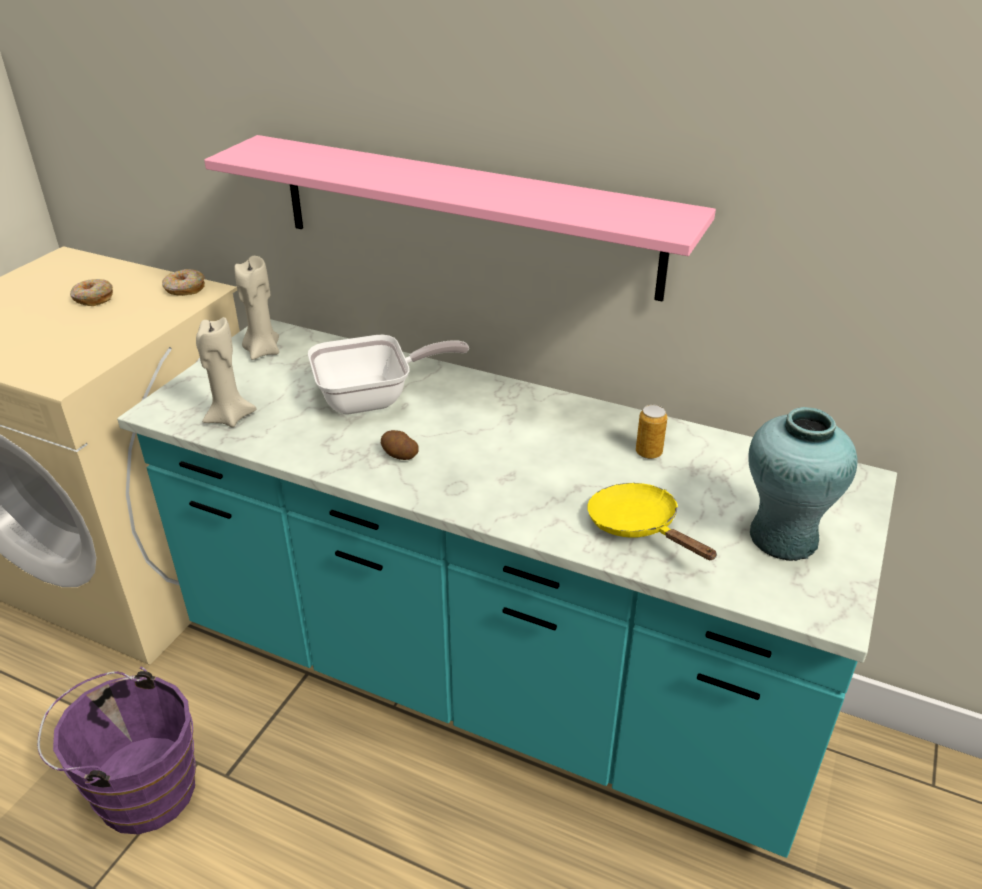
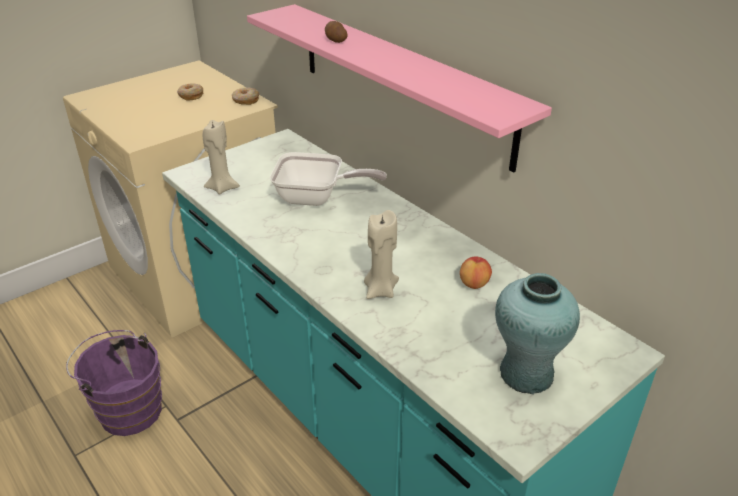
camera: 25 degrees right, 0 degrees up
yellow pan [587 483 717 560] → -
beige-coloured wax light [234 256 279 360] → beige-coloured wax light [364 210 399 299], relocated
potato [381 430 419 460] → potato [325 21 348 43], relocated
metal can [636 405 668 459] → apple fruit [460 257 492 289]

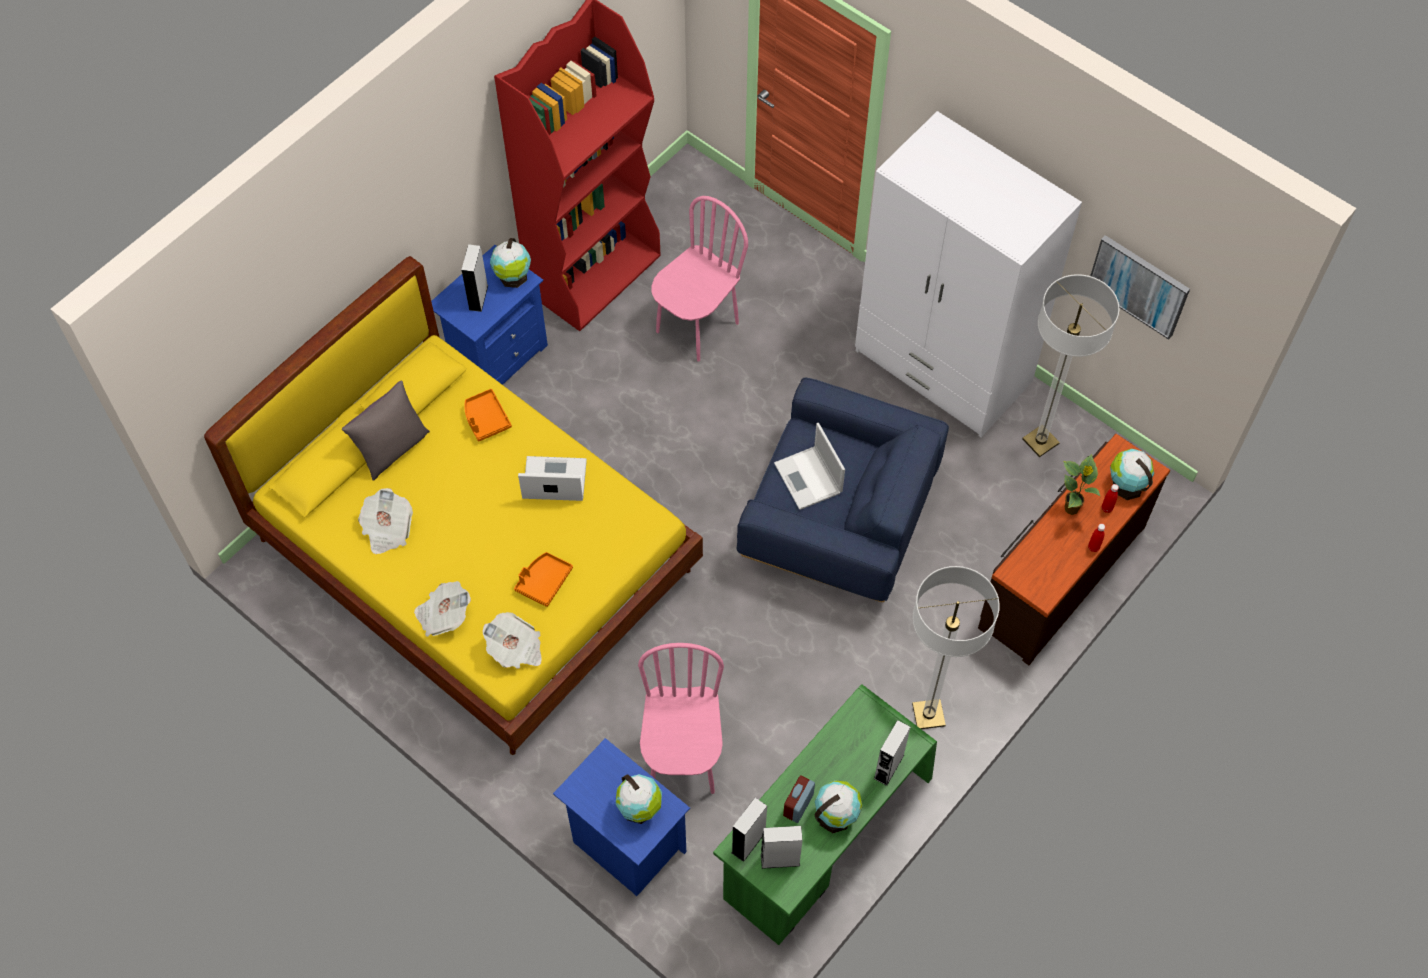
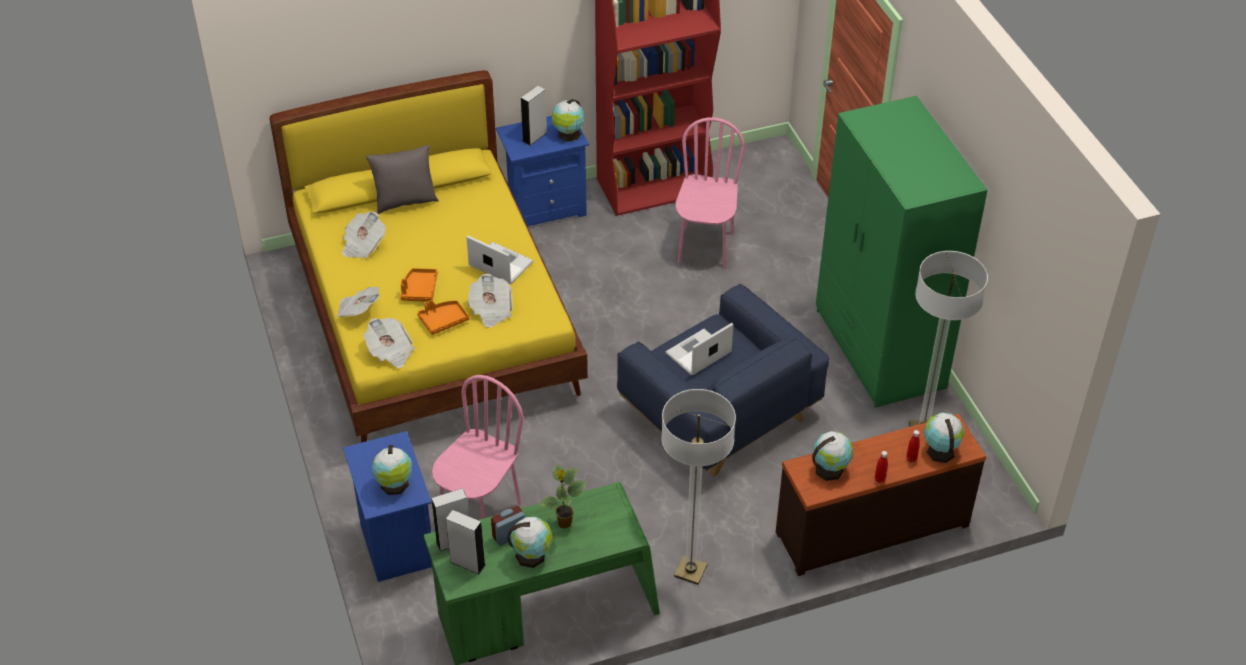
camera: 30 degrees right, 15 degrees down
grey speaker [874 720 911 786] → -
picture [1090 235 1190 340] → -
- → newspaper [468 274 513 328]
- → desk globe [812 431 854 481]
orange tray [464 389 512 441] → orange tray [400 268 437 302], relocated
houseplant [1063 454 1100 515] → houseplant [538 465 587 529], relocated
whitish clothes cupboard [855 111 1082 437] → green clothes cupboard [816 96 988 408]
pink plain chair [652 196 748 362] → pink plain chair [676 117 745 268], 60 degrees counterclockwise
laptop [774 423 845 510] → laptop [666 323 733 375], 45 degrees clockwise

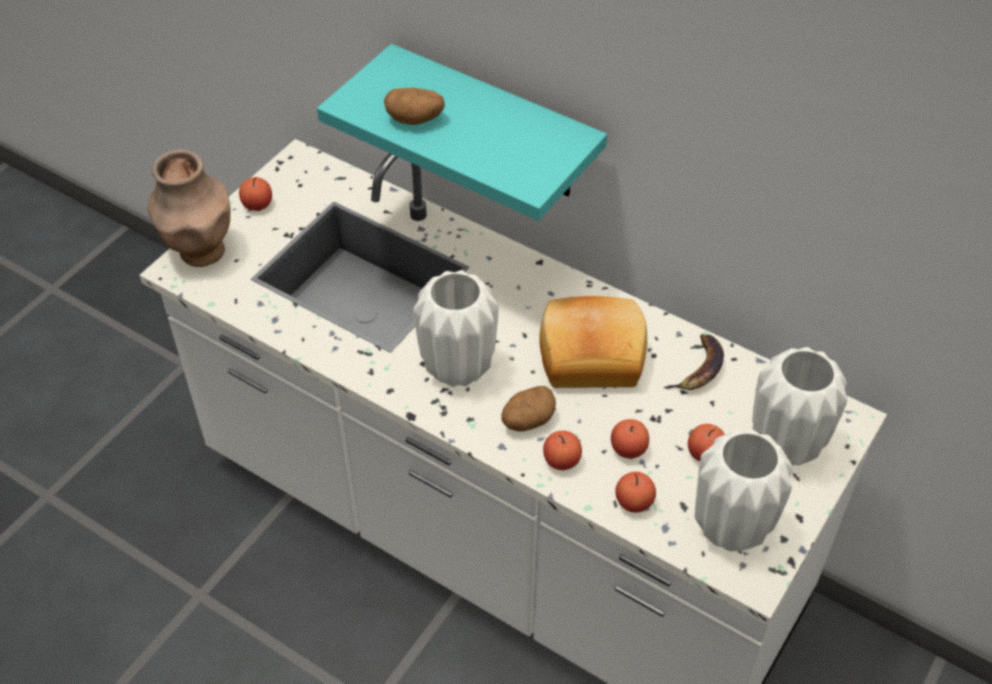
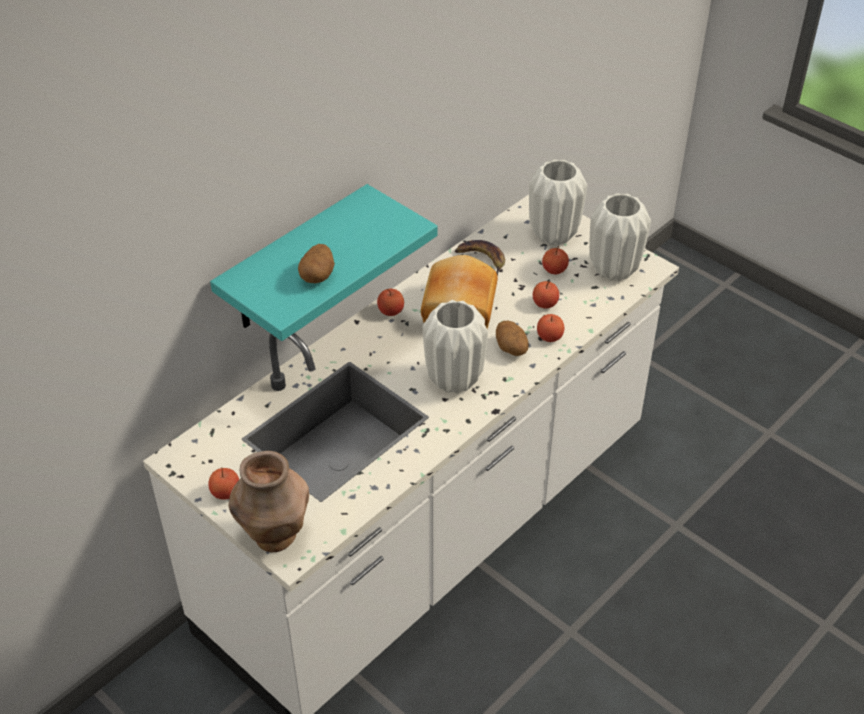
camera: 80 degrees left, 5 degrees down
apple fruit [615 472 656 513] → apple fruit [377 289 404 316], relocated

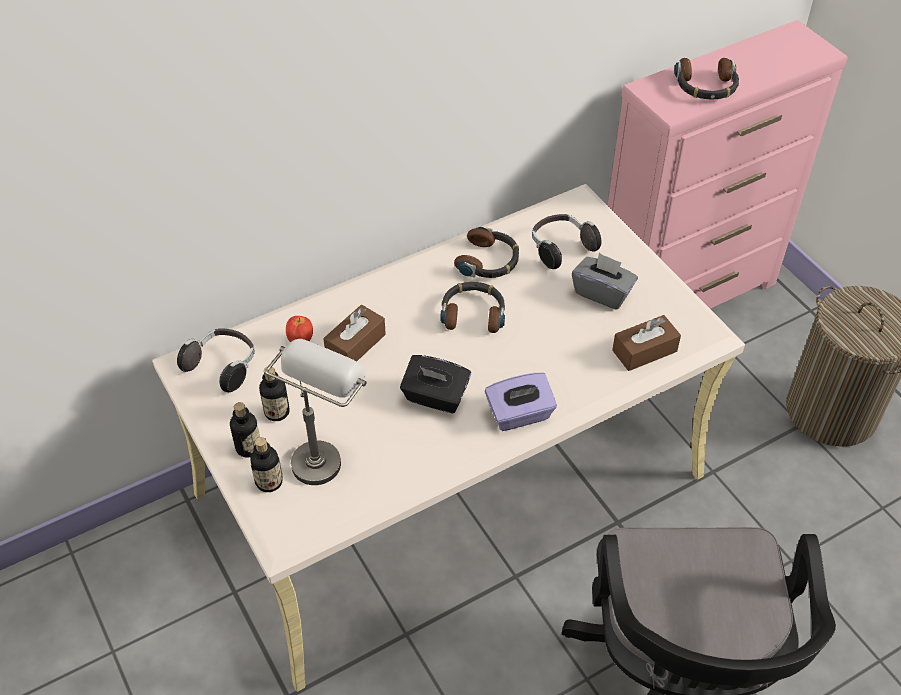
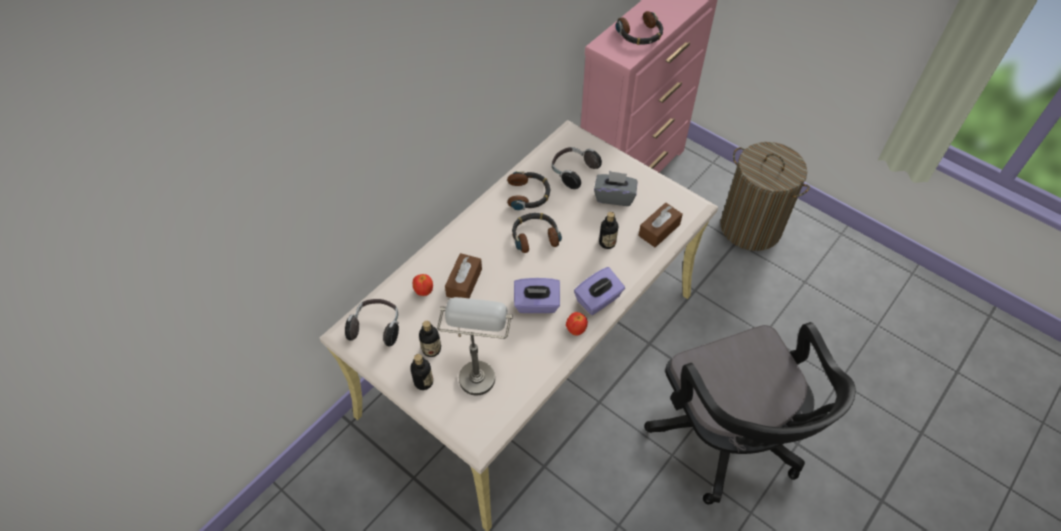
camera: 20 degrees left, 5 degrees up
- → apple fruit [566 312 588 335]
beverage bottle [250 437 282 492] → beverage bottle [599 212 618 249], relocated
black tissue holder [400 355 471 413] → purplish tissue holder [514 278 560 313]

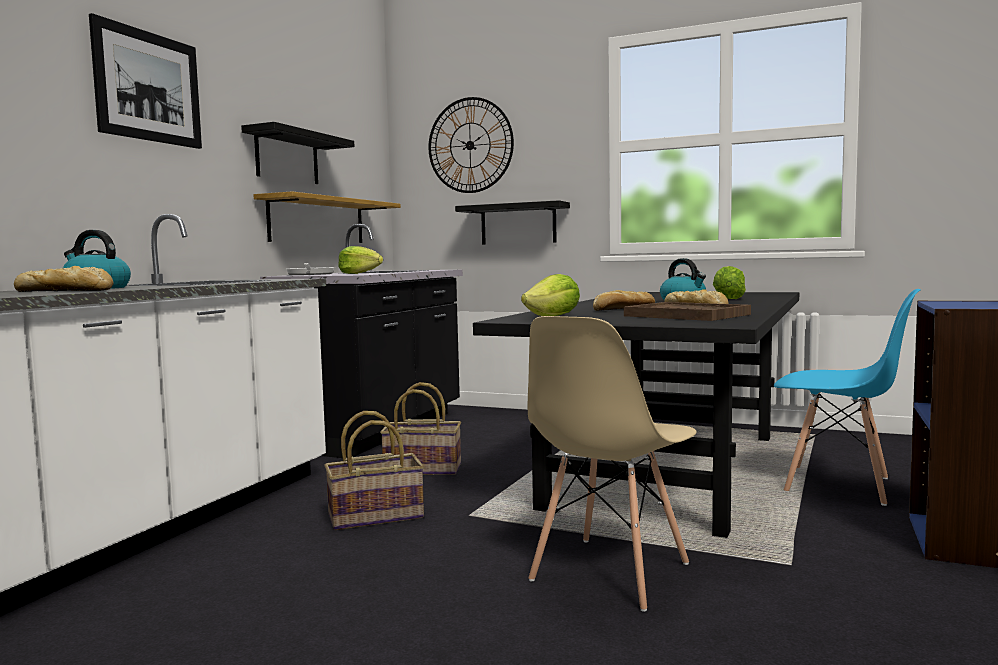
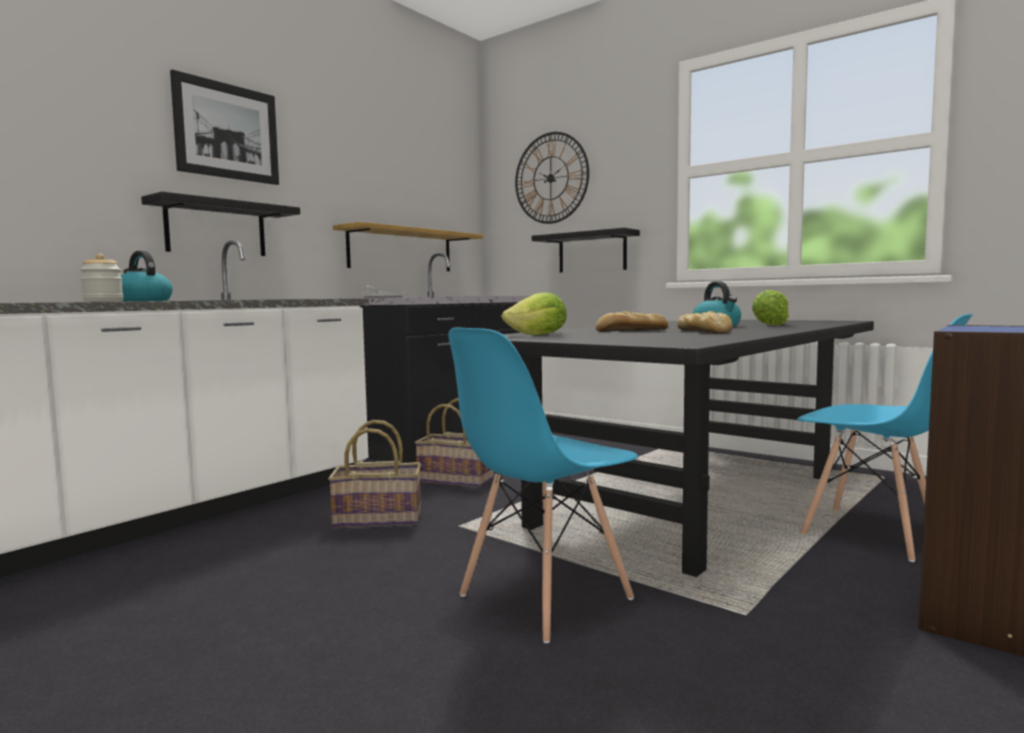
camera: 15 degrees right, 0 degrees up
head of lettuce [338 246 383 274] → -
brown-coloured tray [624 302 751 321] → -
black wall shelf [241 122 355 184] → black wall shelf [141 191 300 256], relocated
bakery bread [14 266 113 292] → jar [80 254 124 302]
beige-coloured plain chair [528 316 697 612] → bluish plain chair [448 328 638 643]

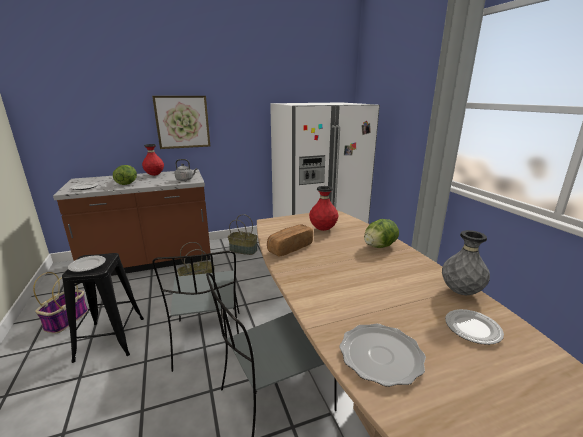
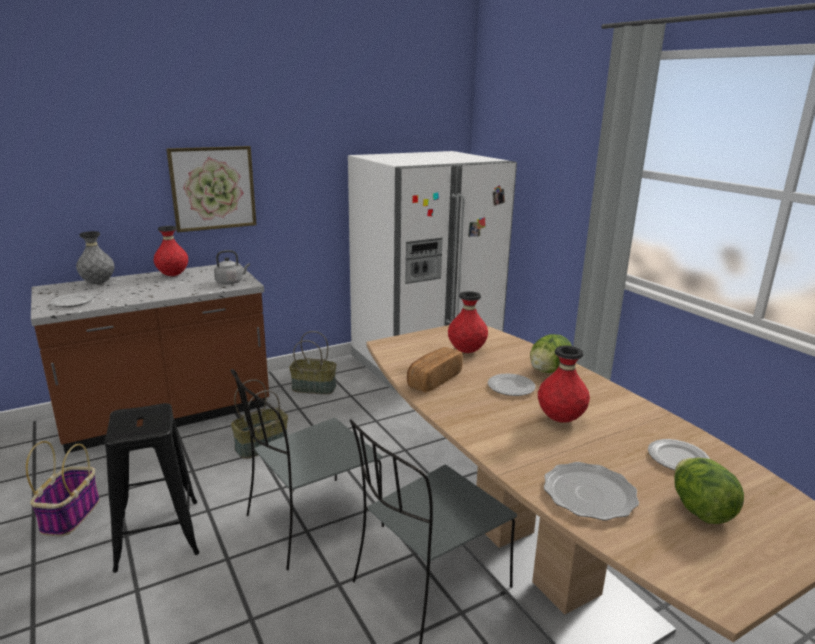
camera: 10 degrees left, 0 degrees up
- → red-coloured vase [538 346 590 423]
plate [68 256 106 272] → plate [488 374 536 396], relocated
head of lettuce [113 165 137 185] → head of lettuce [674 457 744 524], relocated
grey vase [442 230 490 295] → grey vase [76 231 114 284], relocated
grey plain chair [152 251 239 372] → grey plain chair [231 369 384 570], 75 degrees clockwise

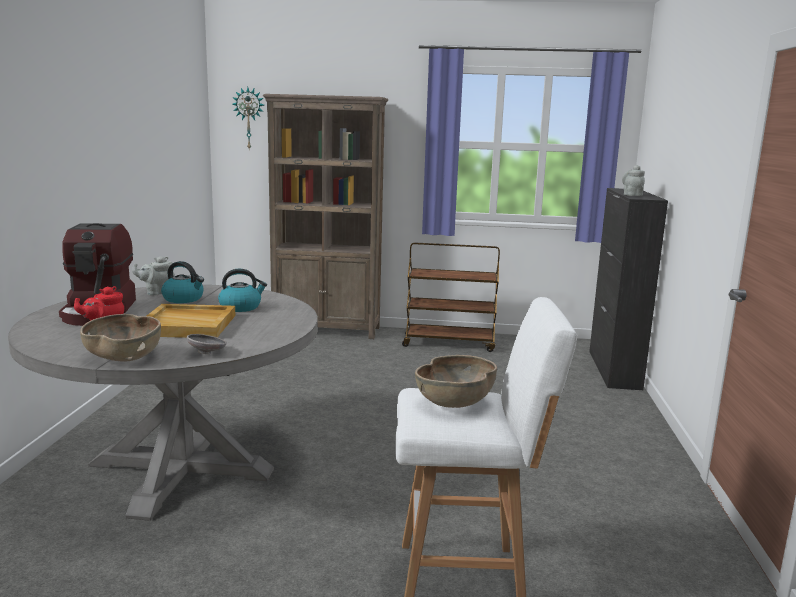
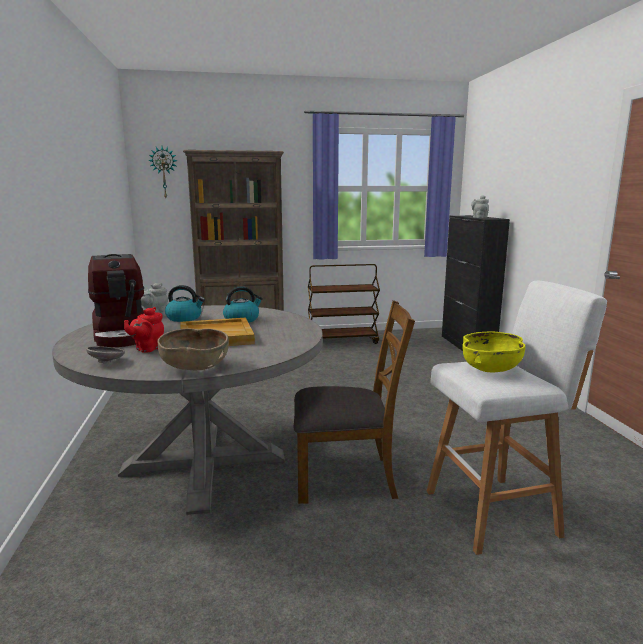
camera: 15 degrees left, 0 degrees up
- → brown-coloured plain chair [294 300 415 504]
grey deep dish [187 334 227 354] → grey deep dish [86 346 125 363], relocated
brown-coloured deep dish [415 355 497 408] → yellow deep dish [463 332 526 373]

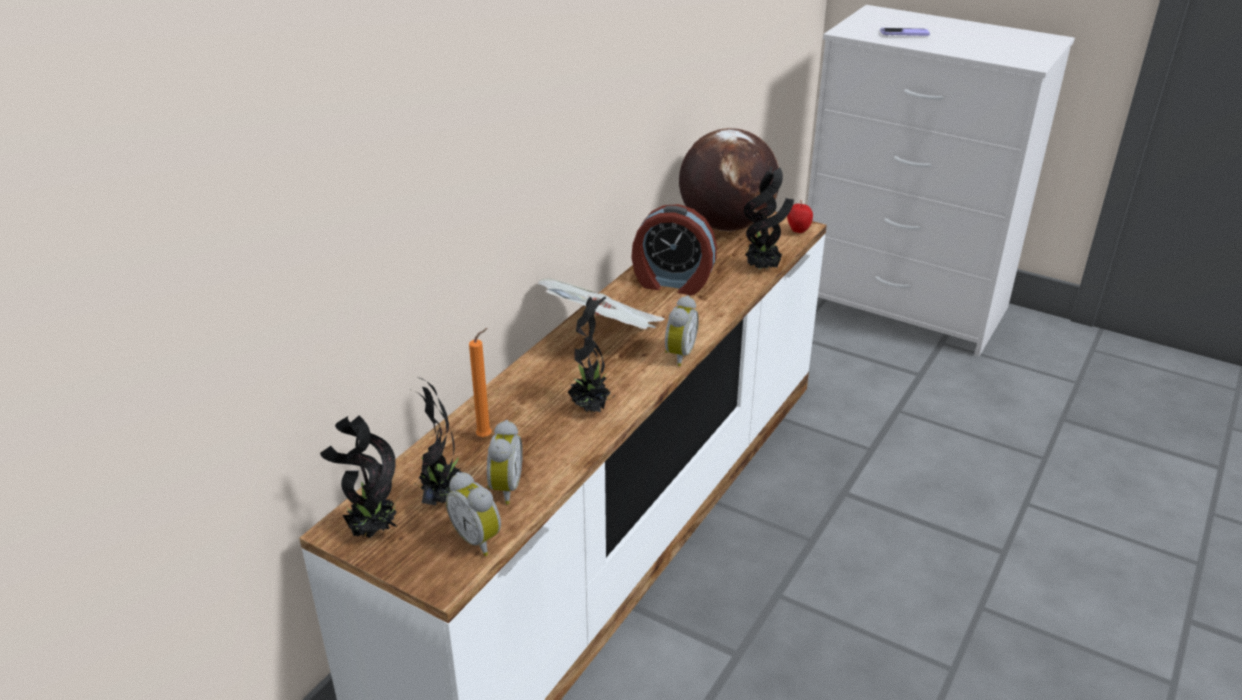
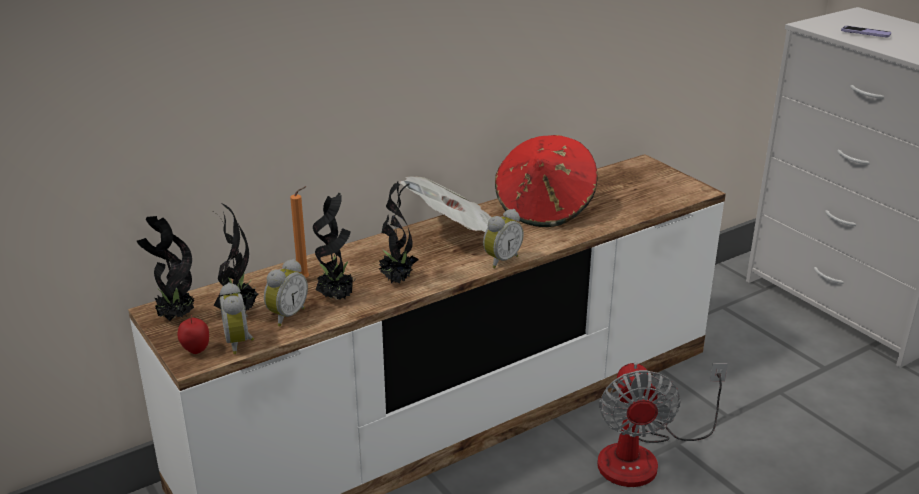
camera: 25 degrees right, 5 degrees down
desk globe [679 128 779 231] → -
- → fan [597 362 728 487]
houseplant [744 167 794 270] → houseplant [313 193 356 300], relocated
apple fruit [787 200 813 233] → apple fruit [178 315 209 354], relocated
alarm clock [632 204 717 295] → red-coloured wearable hat [495 135 598 227]

